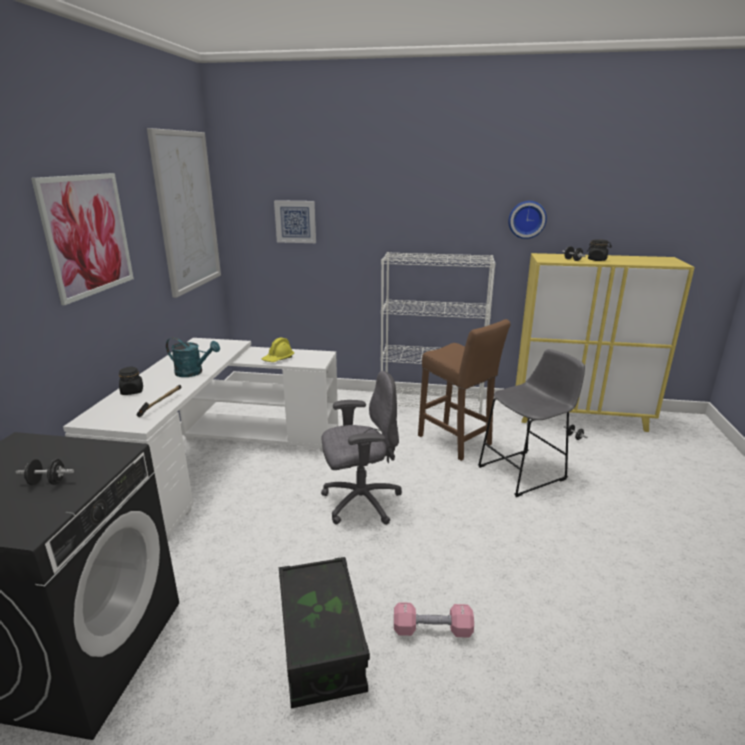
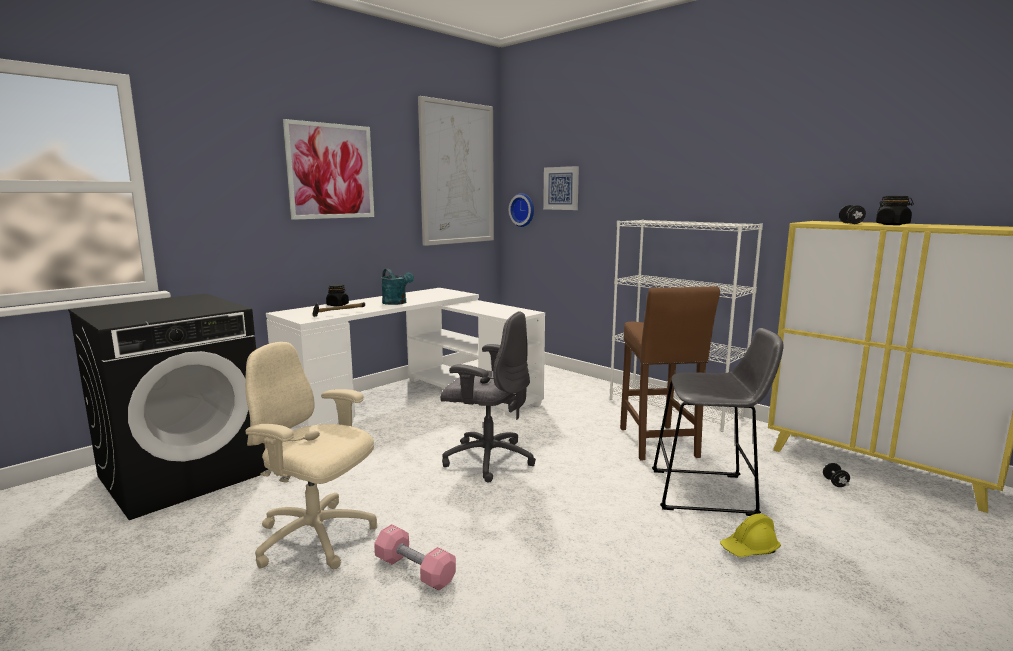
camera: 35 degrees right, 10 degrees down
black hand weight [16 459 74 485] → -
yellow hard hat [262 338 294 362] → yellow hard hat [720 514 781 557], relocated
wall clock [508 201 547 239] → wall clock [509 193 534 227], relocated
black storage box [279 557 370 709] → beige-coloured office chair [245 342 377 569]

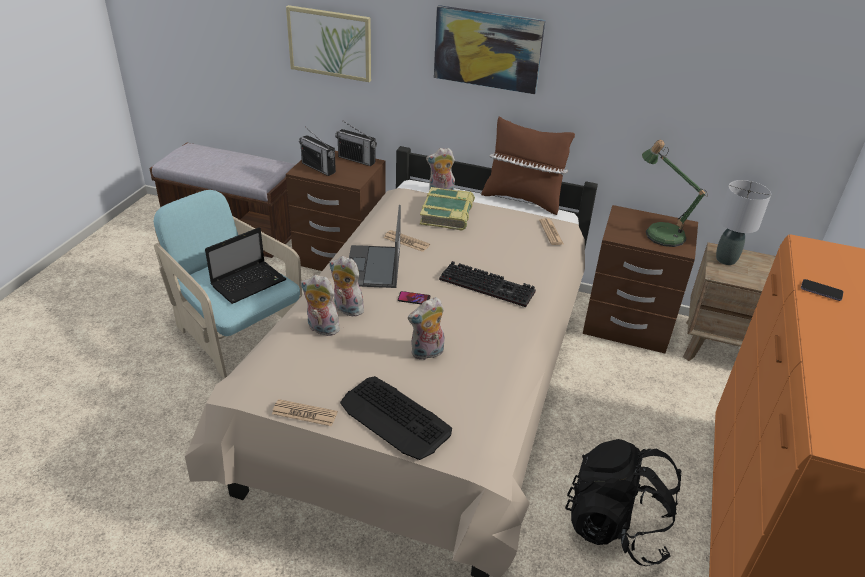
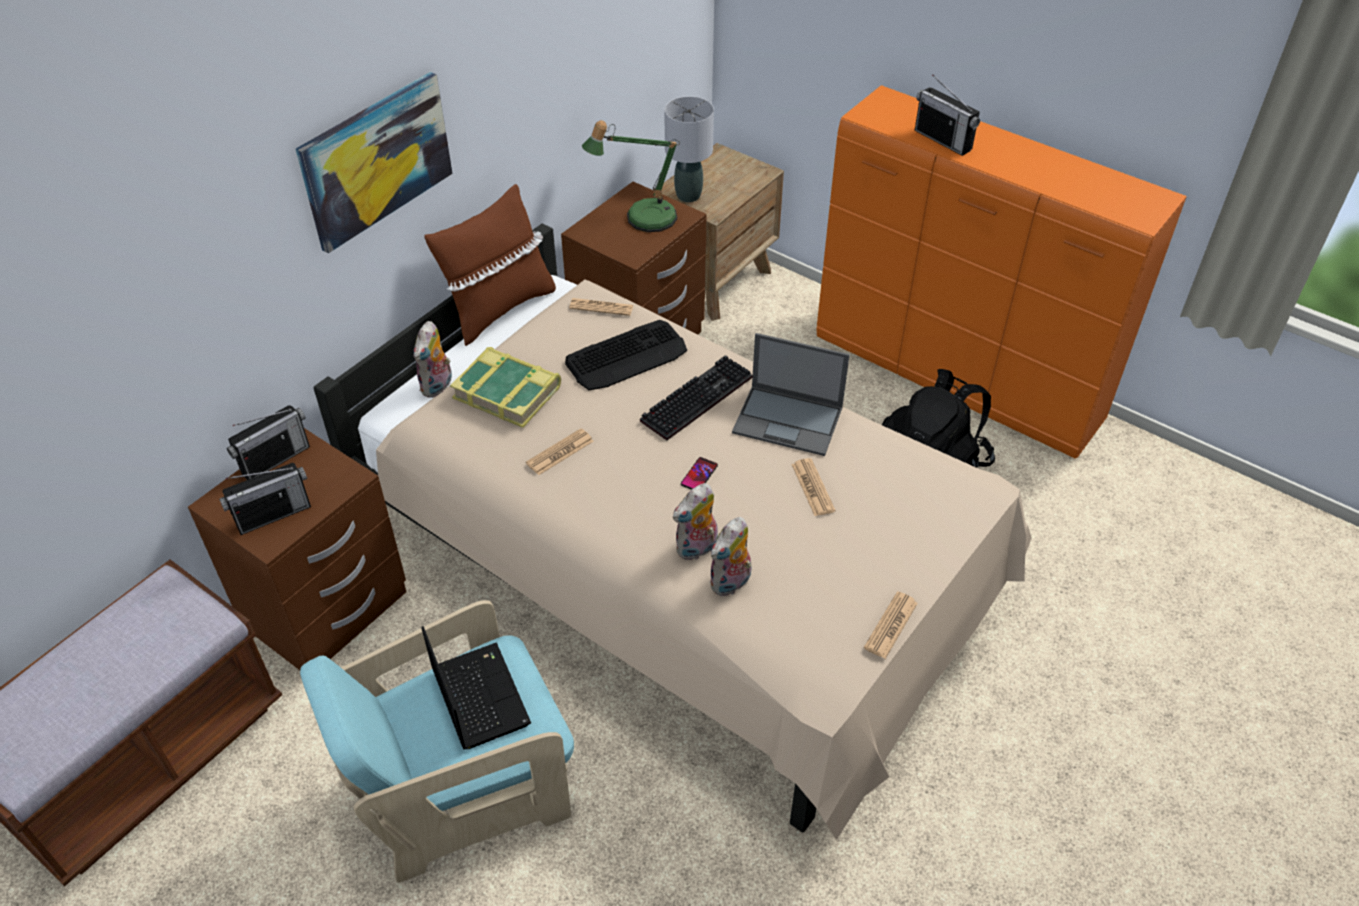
camera: 70 degrees left, 10 degrees up
picture [286 5 371 82] → -
PC keyboard [340 376 452 460] → PC keyboard [565 320 687 390], relocated
laptop [349 205 401 288] → laptop [732 333 850 456], relocated
soft toy [408 297 445 360] → newspaper [791 458 836 516]
telephone [801 279 843 301] → radio [915 75 980 156]

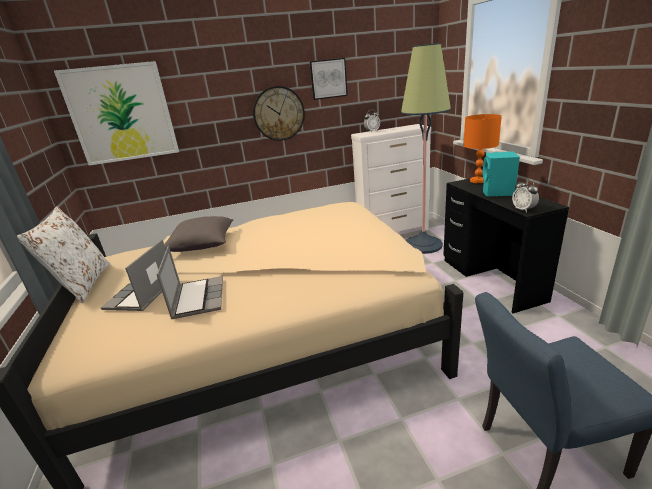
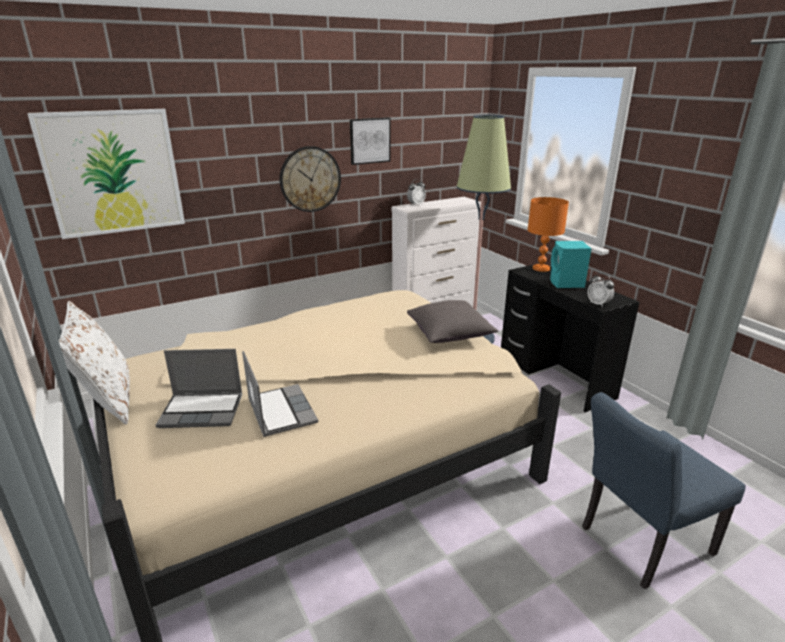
camera: 15 degrees left, 0 degrees up
grey throw pillow [164 216 234 252] → grey throw pillow [407 300 498 343], relocated
laptop [101 240 166 311] → laptop [156 349 242 428], 90 degrees counterclockwise

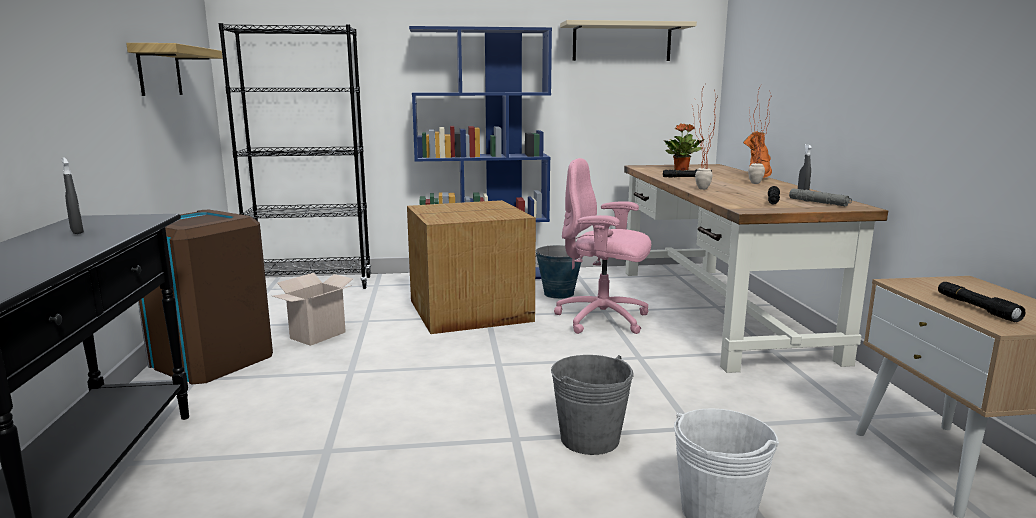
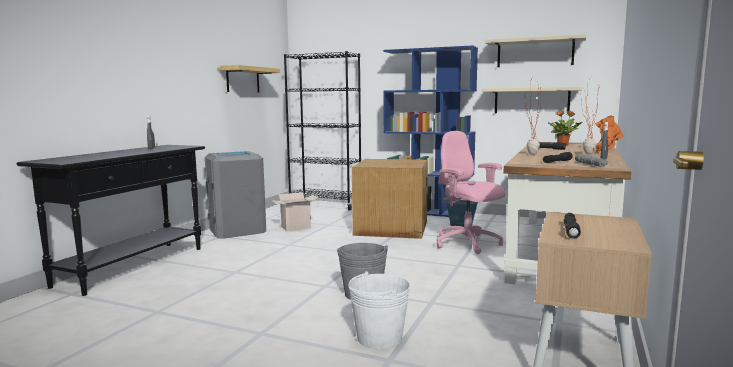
camera: 30 degrees right, 5 degrees down
- → beige-coloured wall shelf [482 87 582 114]
brown-coloured waste bin [138 210 273 385] → grey waste bin [205 151 266 239]

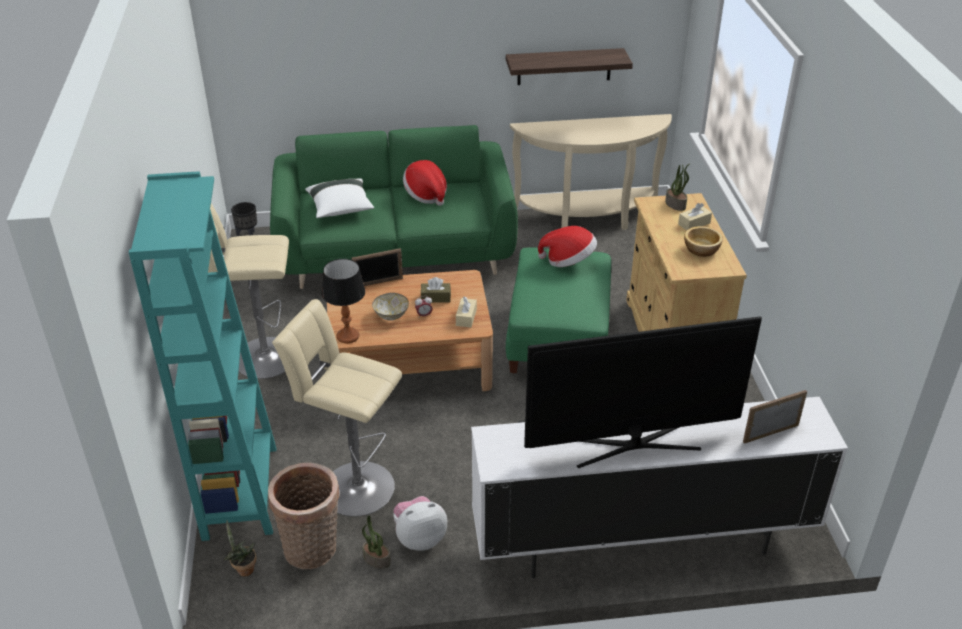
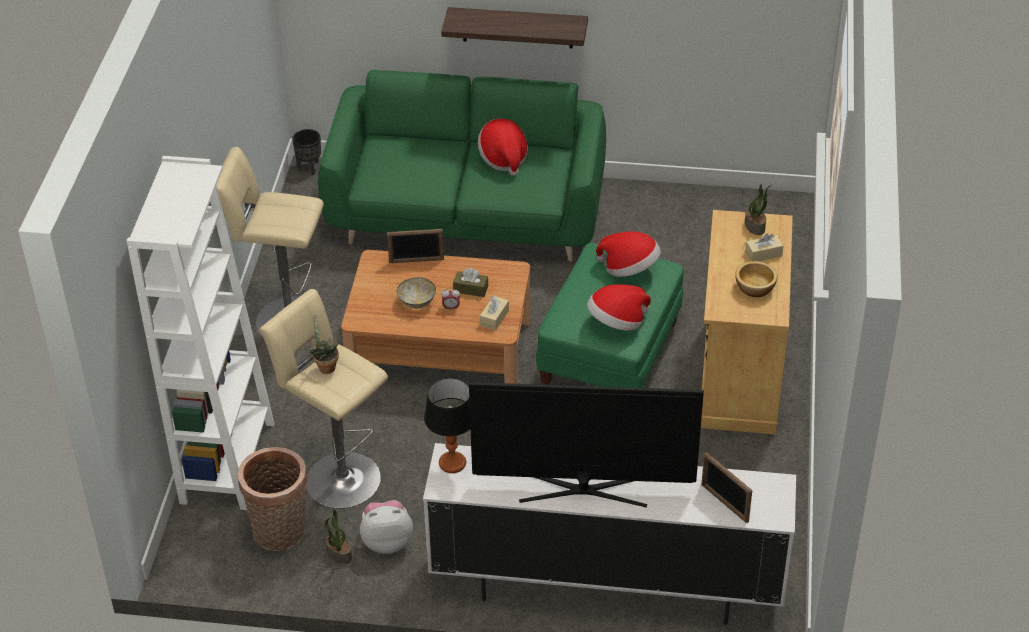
camera: 15 degrees right, 5 degrees up
whitish throw pillow [305 179 374 218] → -
beige-coloured hall table [510 114 672 230] → -
- → wearable hat [587 284 651 331]
houseplant [224 520 256 576] → houseplant [307 315 339 374], relocated
tabletop lamp [322 259 366 343] → tabletop lamp [424 378 470 473], relocated
wall shelf [506 48 633 85] → wall shelf [441 7 588 48], relocated
turquoise-coloured bookcase [129 171 277 541] → whitish bookcase [127 156 274 510]
standing frame [743 390 807 444] → standing frame [701 452 752 523], 120 degrees counterclockwise

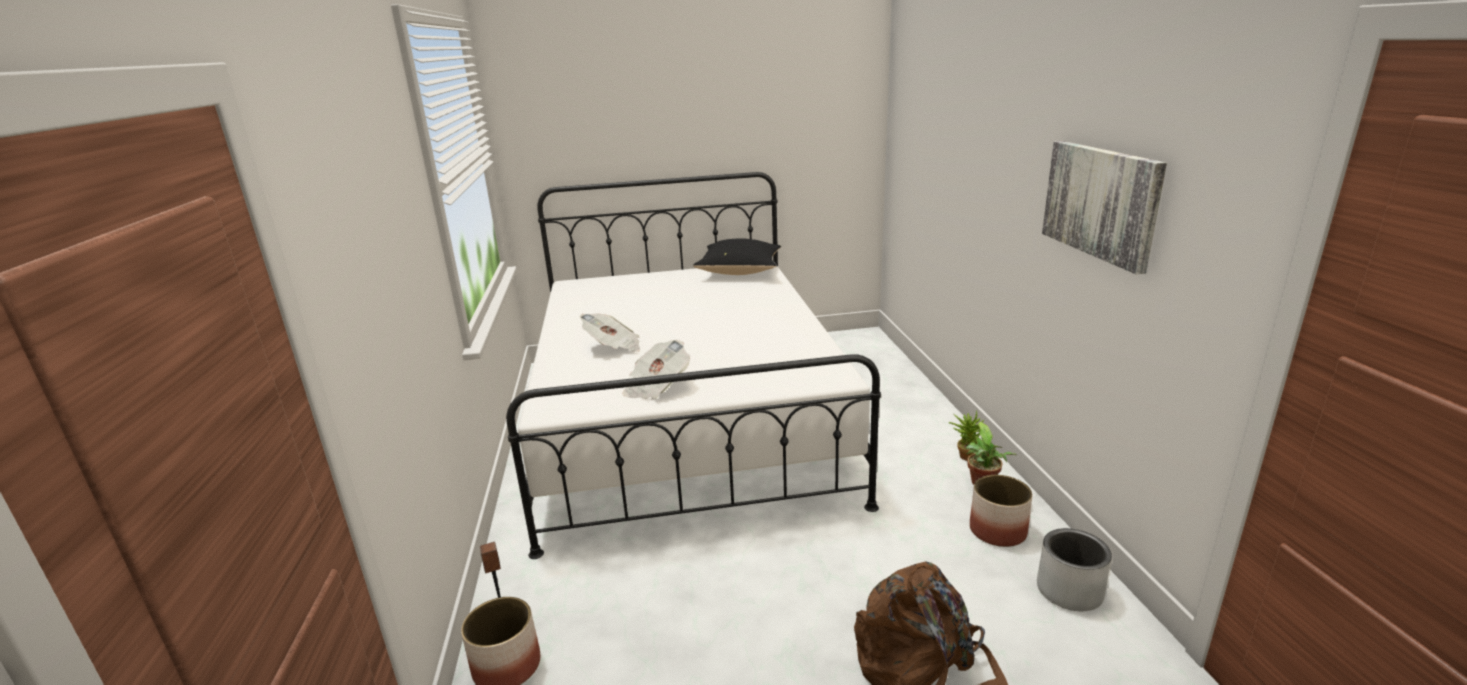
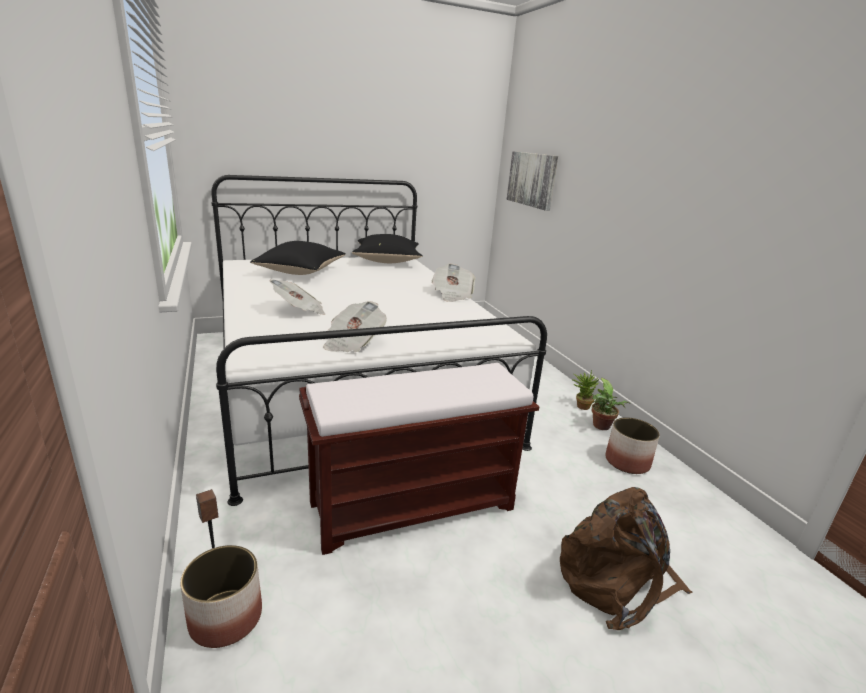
camera: 15 degrees left, 0 degrees up
grey plant pot [1037 528 1112 611] → -
- → black throw pillow [250 241 346 275]
- → brown-coloured long seat [299 363 539 555]
- → newspaper [431 263 476 302]
picture [1042 141 1167 275] → picture [507 151 558 211], relocated

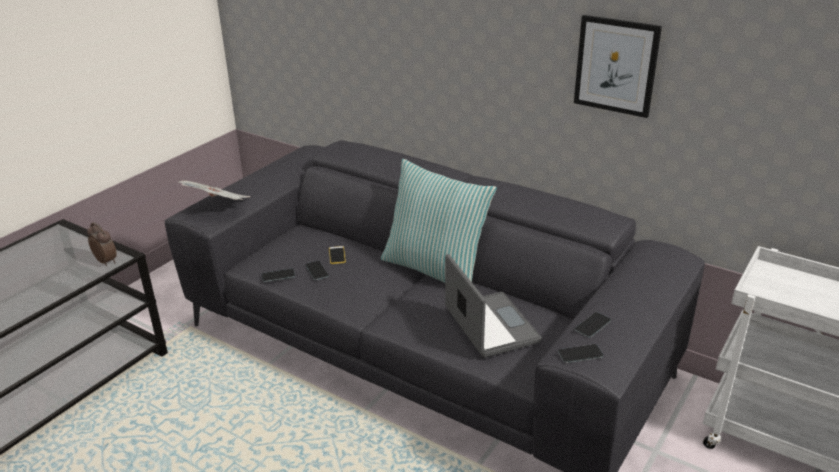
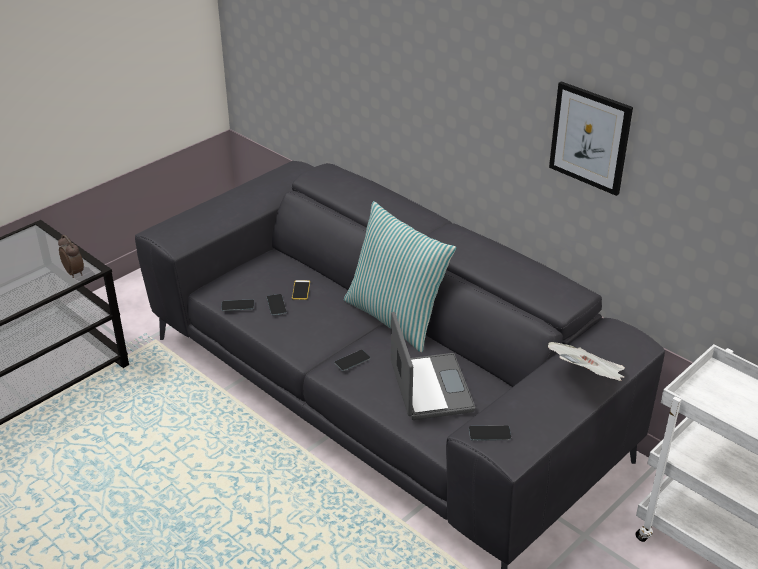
camera: 10 degrees right, 5 degrees up
newspaper [178 180 250 200] → newspaper [548 342 625 381], relocated
telephone [575 312 611 338] → telephone [334 350 370 371], relocated

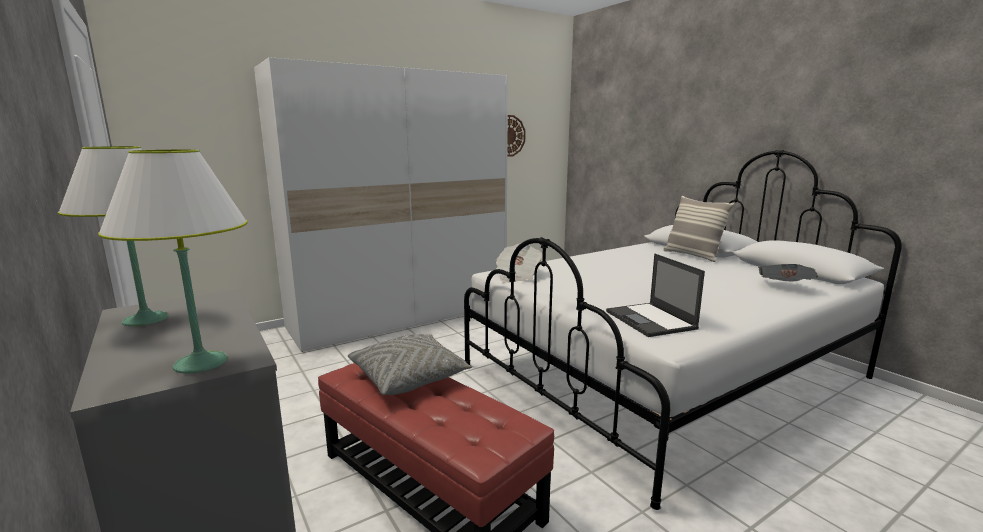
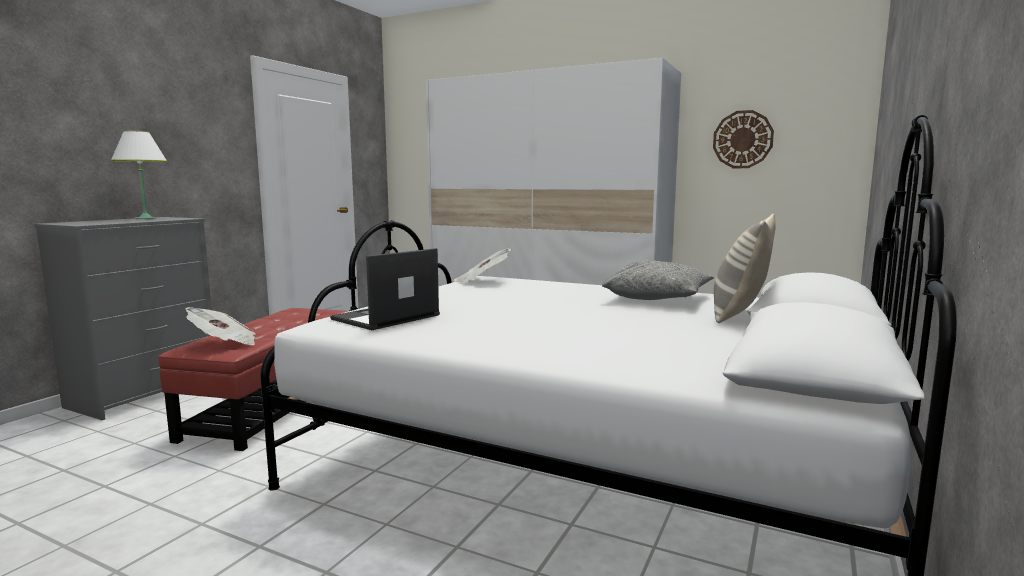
camera: 60 degrees right, 5 degrees down
whitish tabletop lamp [98 150 248 374] → -
grey throw pillow [348 334 472 395] → grey throw pillow [602 260 714 300], relocated
newspaper [758 264 819 282] → newspaper [185 307 256 345], relocated

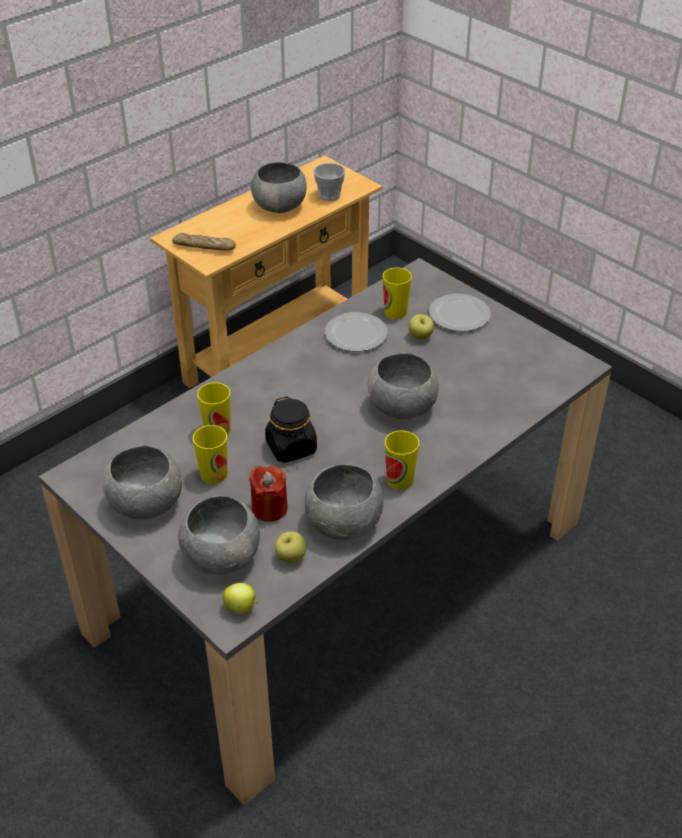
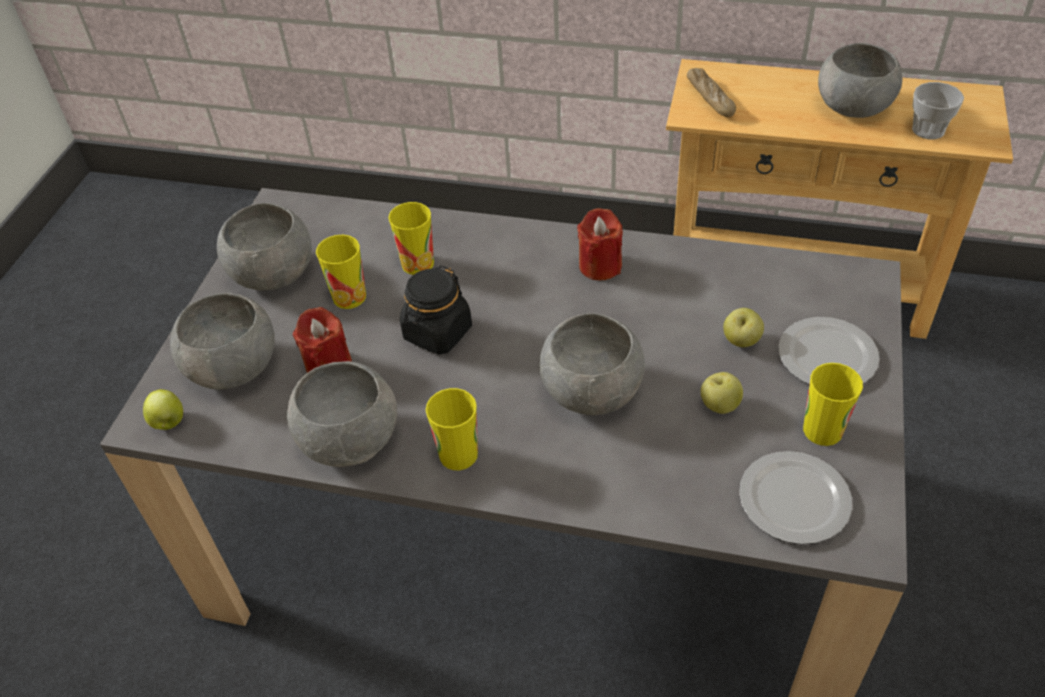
camera: 60 degrees right, 5 degrees up
- → red-coloured wax light [577 208 623 280]
apple fruit [275 531 306 563] → apple fruit [701 372 743 414], relocated
plate [325 312 387 351] → plate [739 451 852 544], relocated
small cup [383 267 412 319] → small cup [803 363 863 446], relocated

